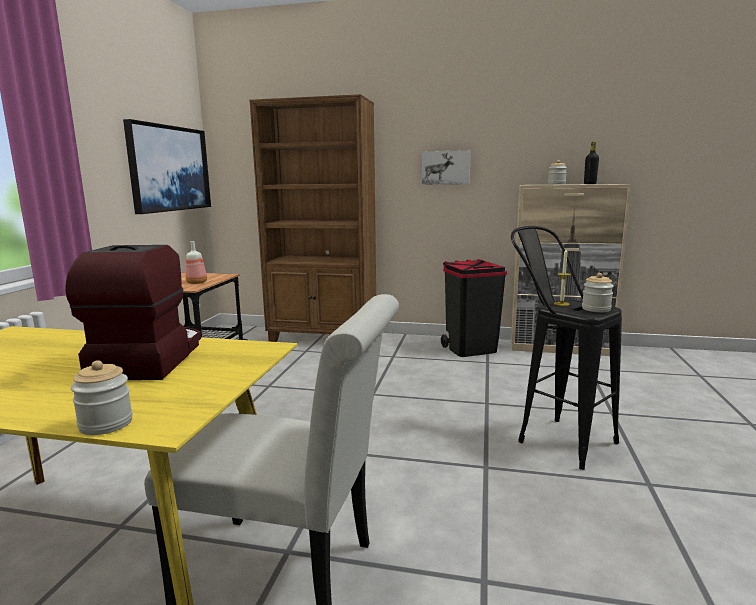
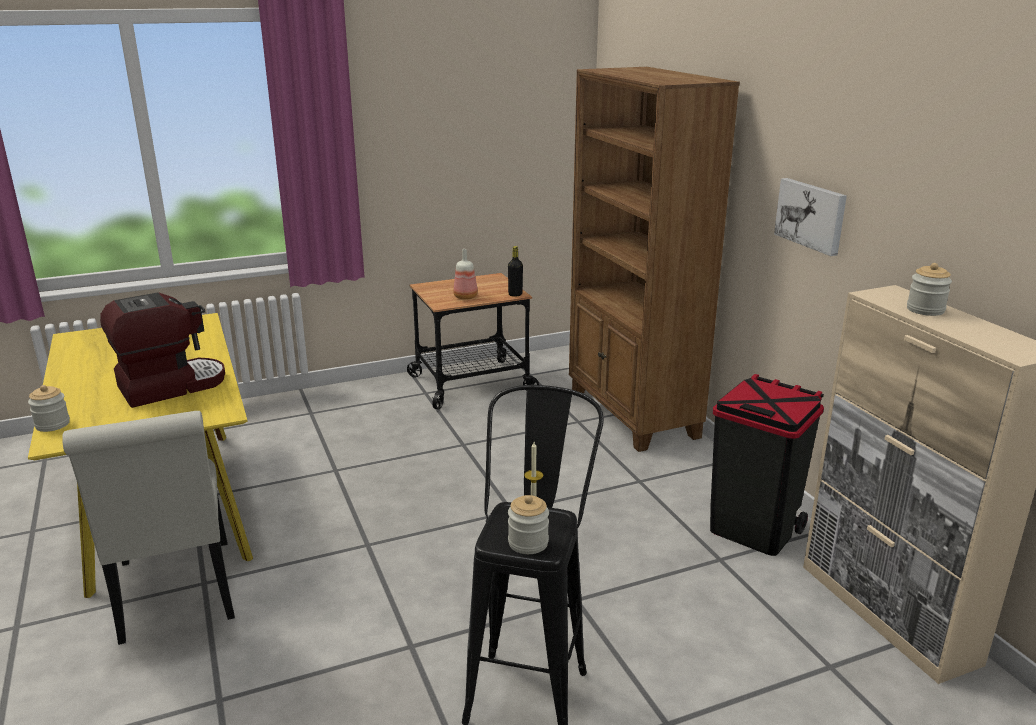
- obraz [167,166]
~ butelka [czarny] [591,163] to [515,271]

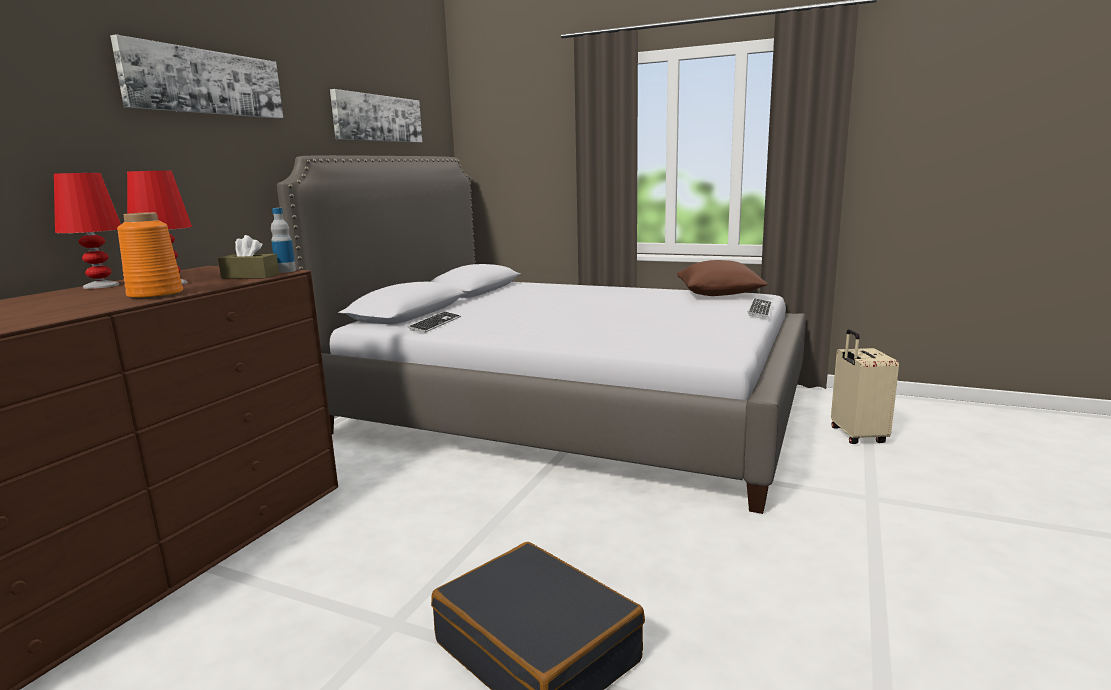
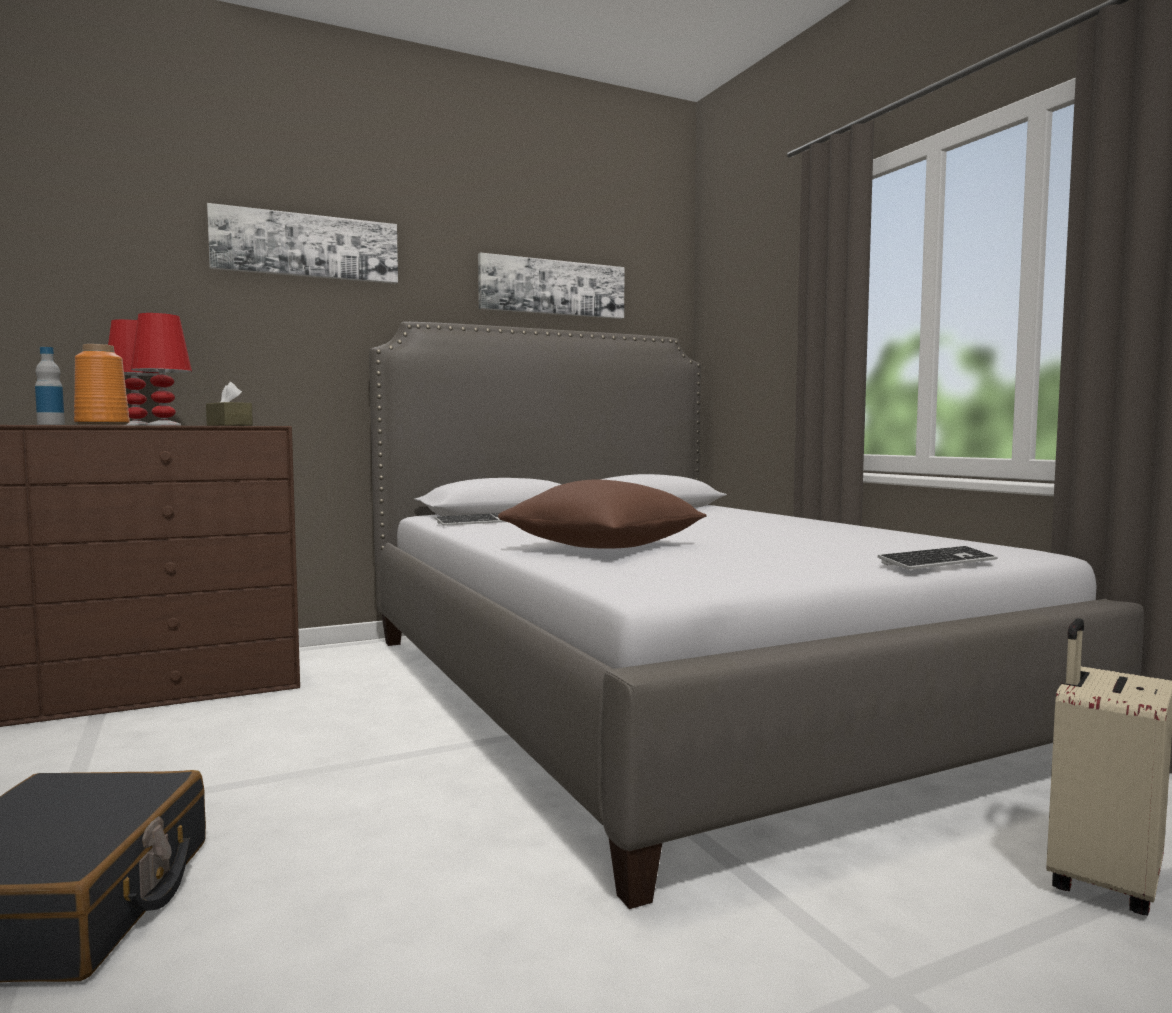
~ butelka [283,240] to [50,386]
~ poduszka [brązowy] [722,278] to [602,514]

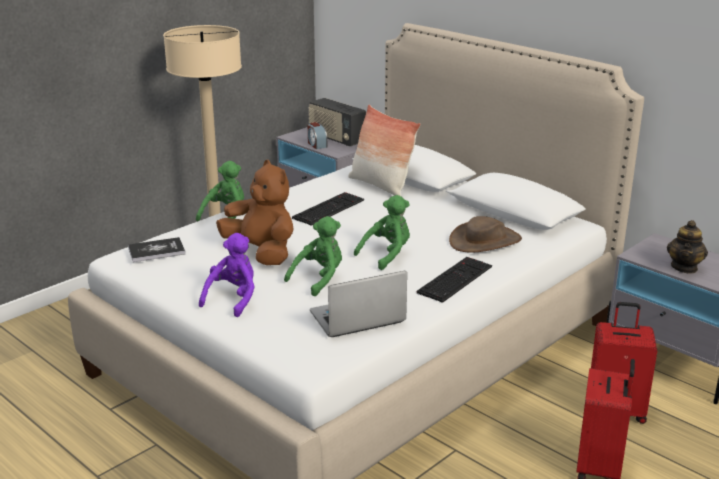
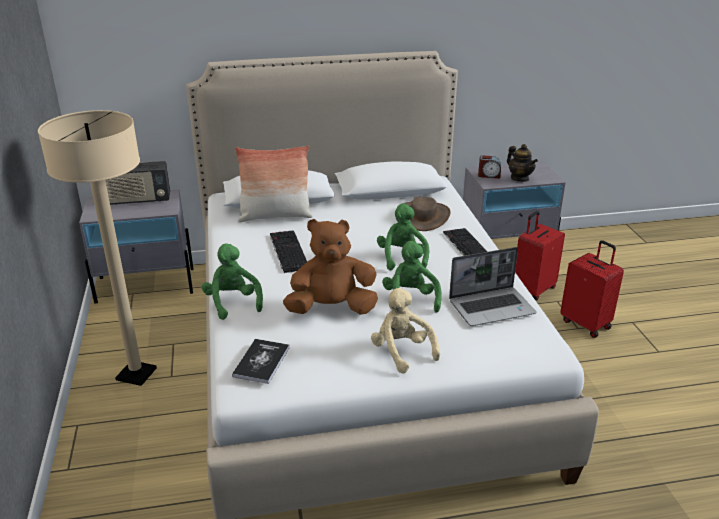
~ budzik [317,135] to [489,166]
~ pluszak [fioletowy] [227,275] to pluszak [beżowy] [405,330]
~ laptop [358,304] = [492,286] 120 degrees counterclockwise

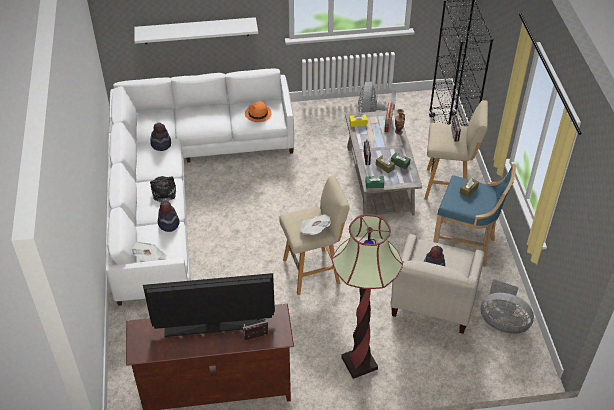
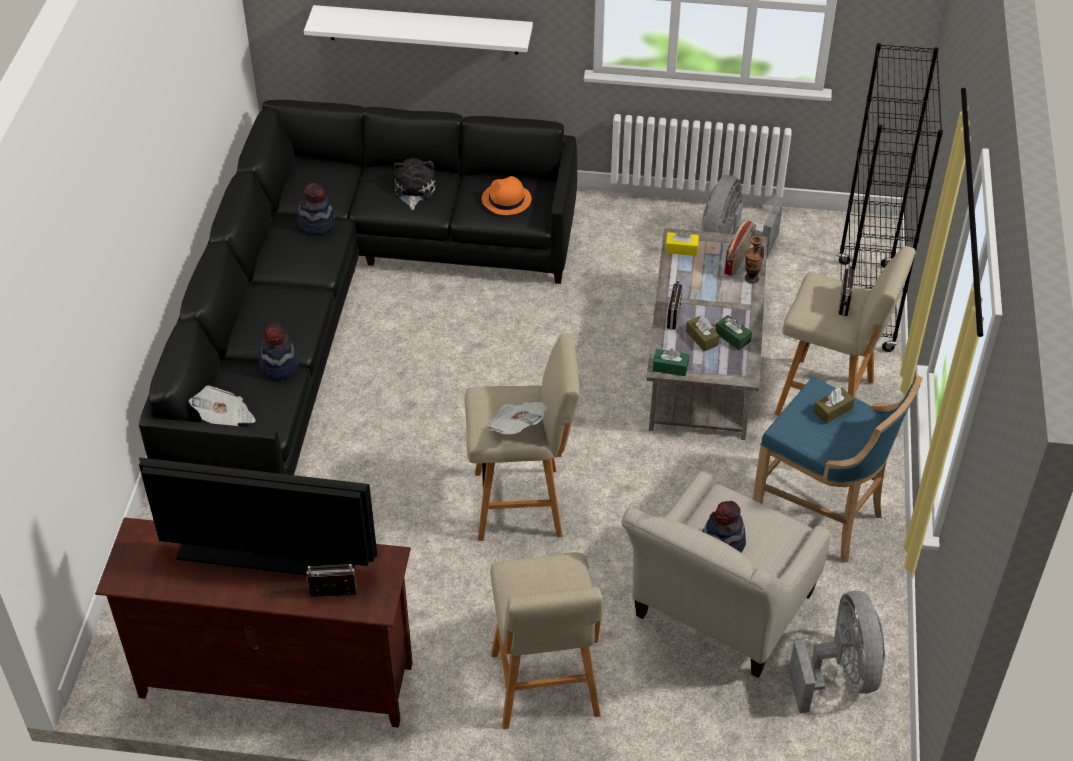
~ kanapa [biały] [199,187] to kanapa [czarny] [358,287]
~ pluszak [163,189] to [415,184]
~ lampa stojąca [367,296] to stołek [beżowy] [546,640]
~ wentylator [szary] [507,306] = [836,652] 135 degrees counterclockwise

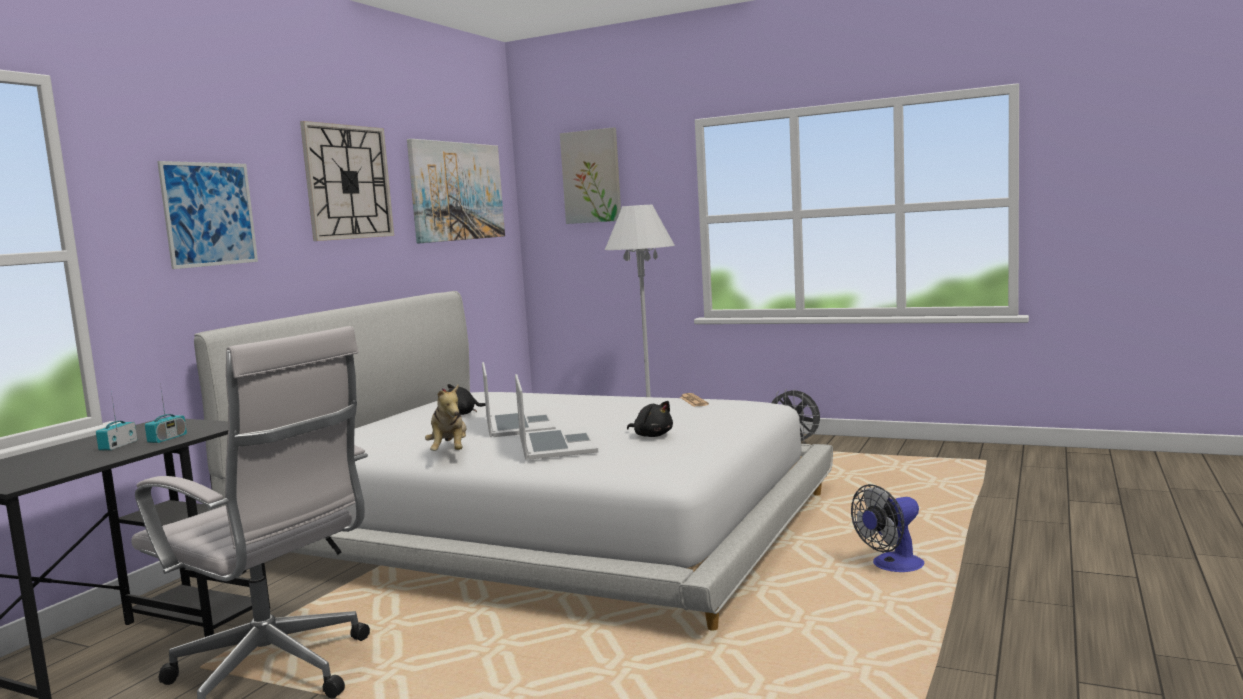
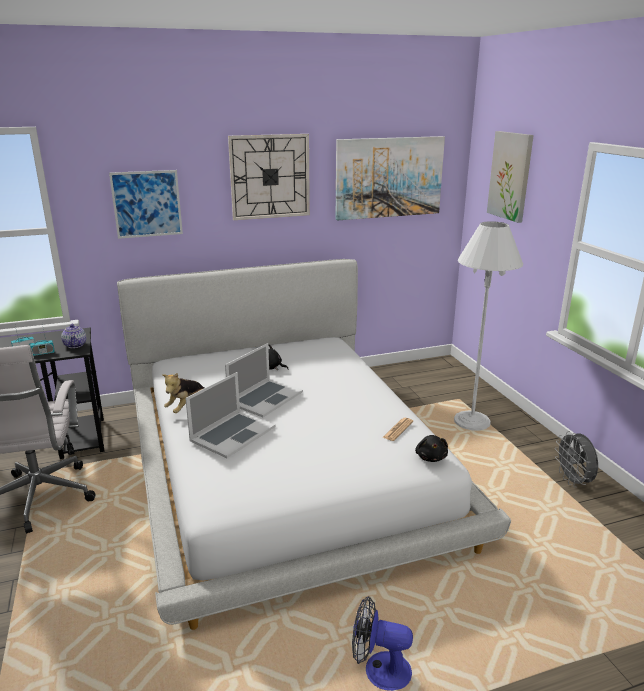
~ pluszak [czarny] [650,419] to [431,448]
+ imbryk [74,336]

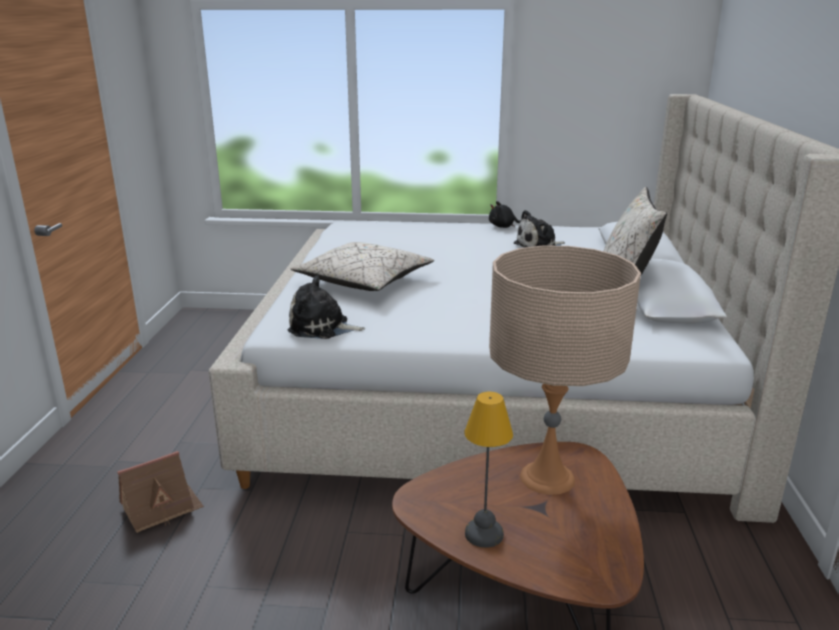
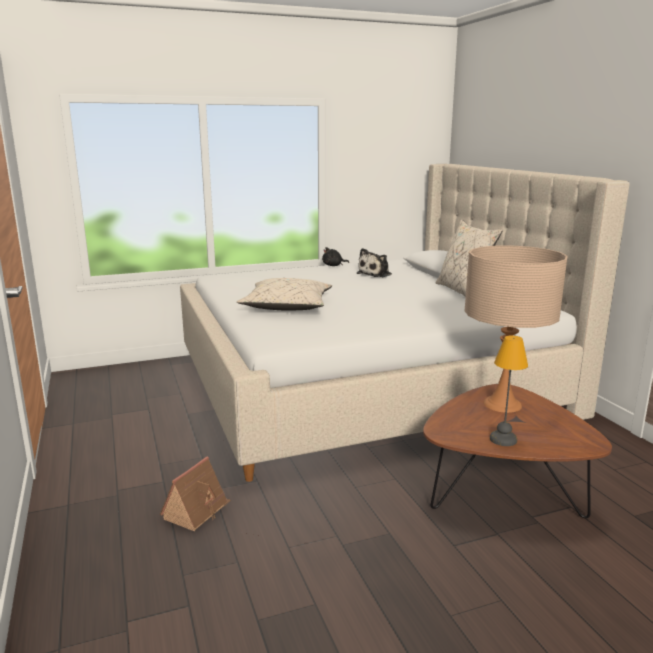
- pluszak [326,307]

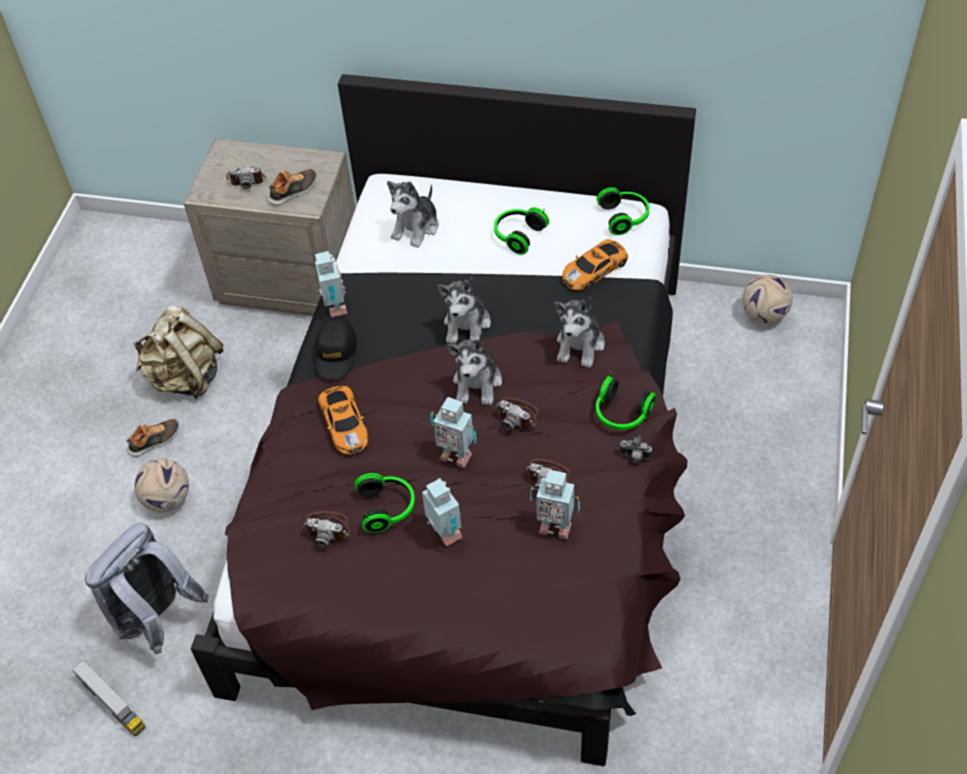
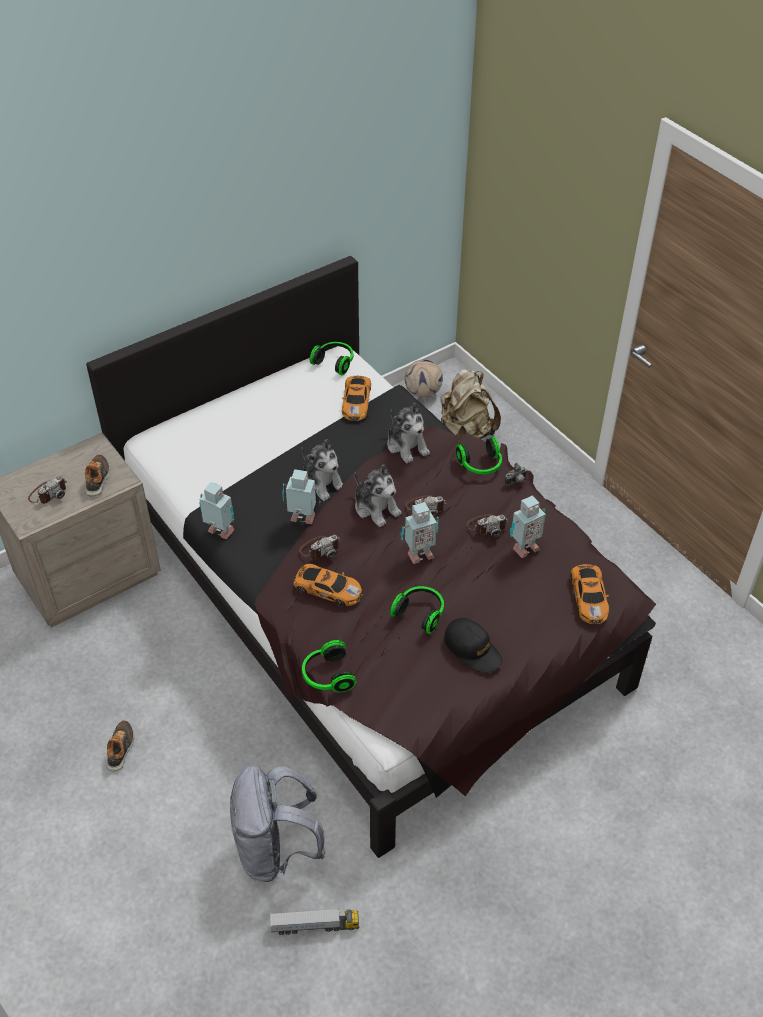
- pluszak [413,214]
~ słuchawki [521,231] to [329,664]
~ plecak [beżowy] [178,352] to [471,404]
~ czapka z daszkiem [czarny] [336,348] to [473,645]
- piłka futbolowa [161,485]
~ robot zabawkowy [442,512] to [301,496]
~ aparat fotograficzny [326,529] to [320,547]
+ samochodzik [589,594]

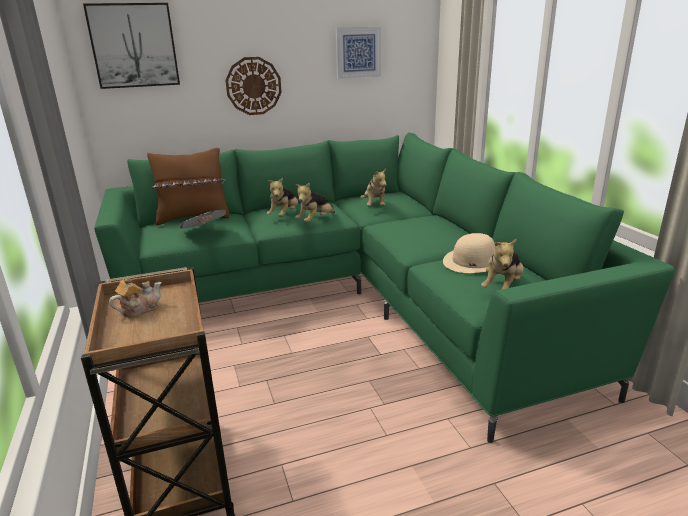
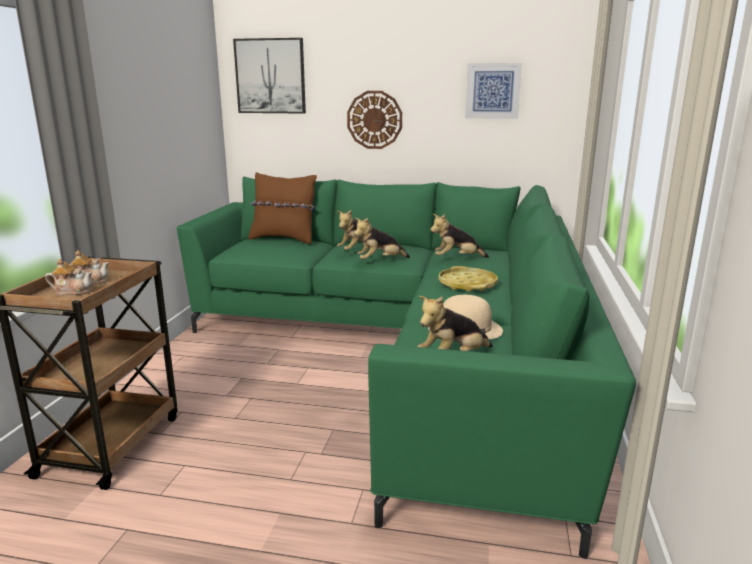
~ pluszak [373,187] = [459,236] 60 degrees clockwise
- gazeta [203,219]
+ imbryk [69,277]
+ taca [żółty] [468,279]

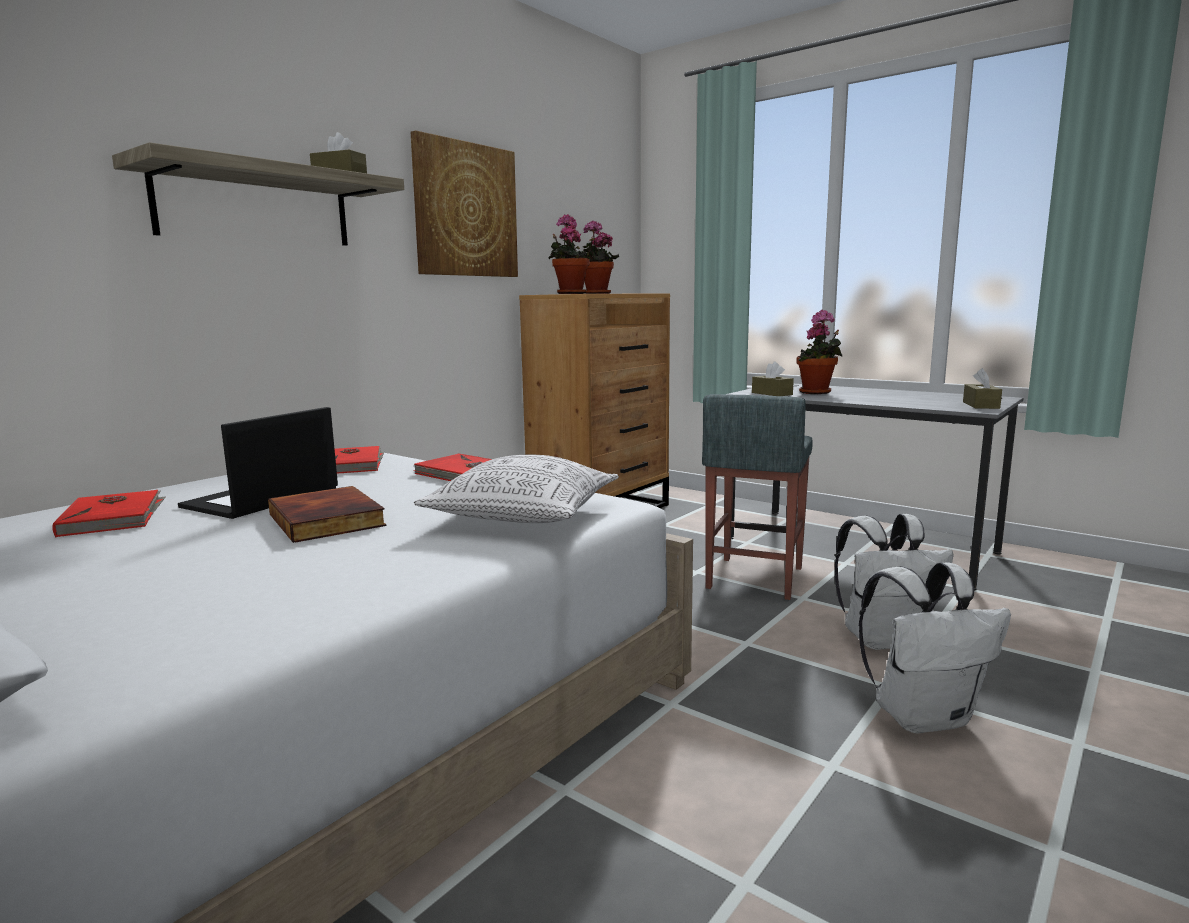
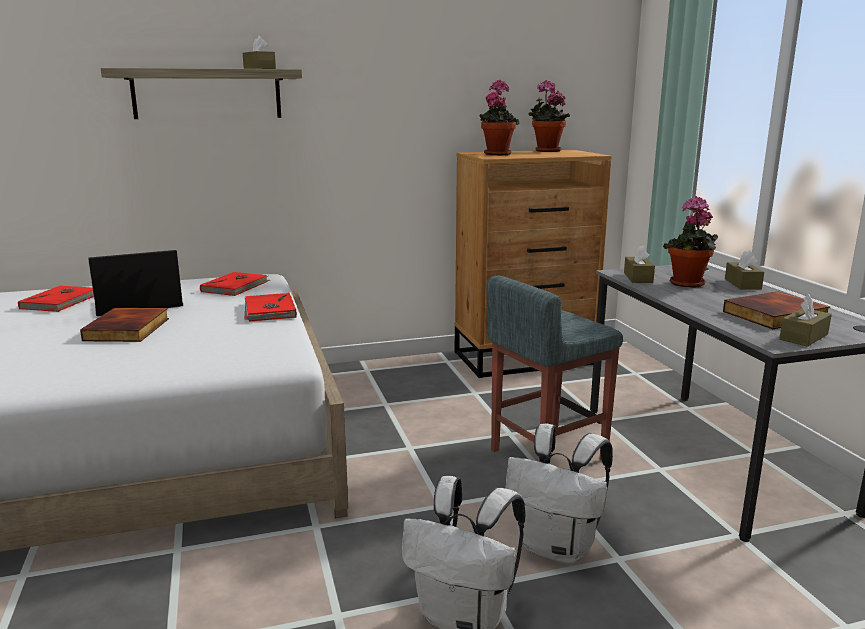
- obraz [464,203]
- poduszka [516,489]
+ pudełko chusteczek [brązowy] [744,270]
+ książka [776,310]

